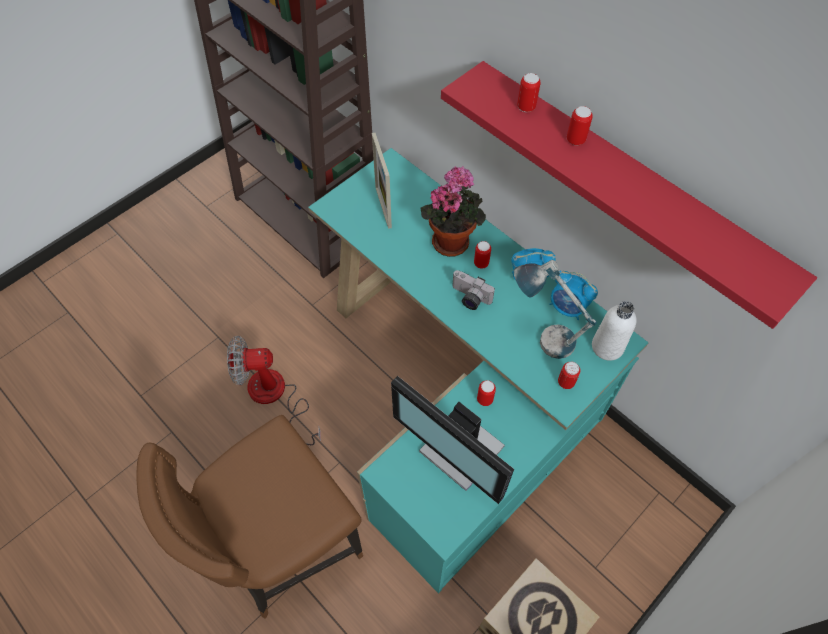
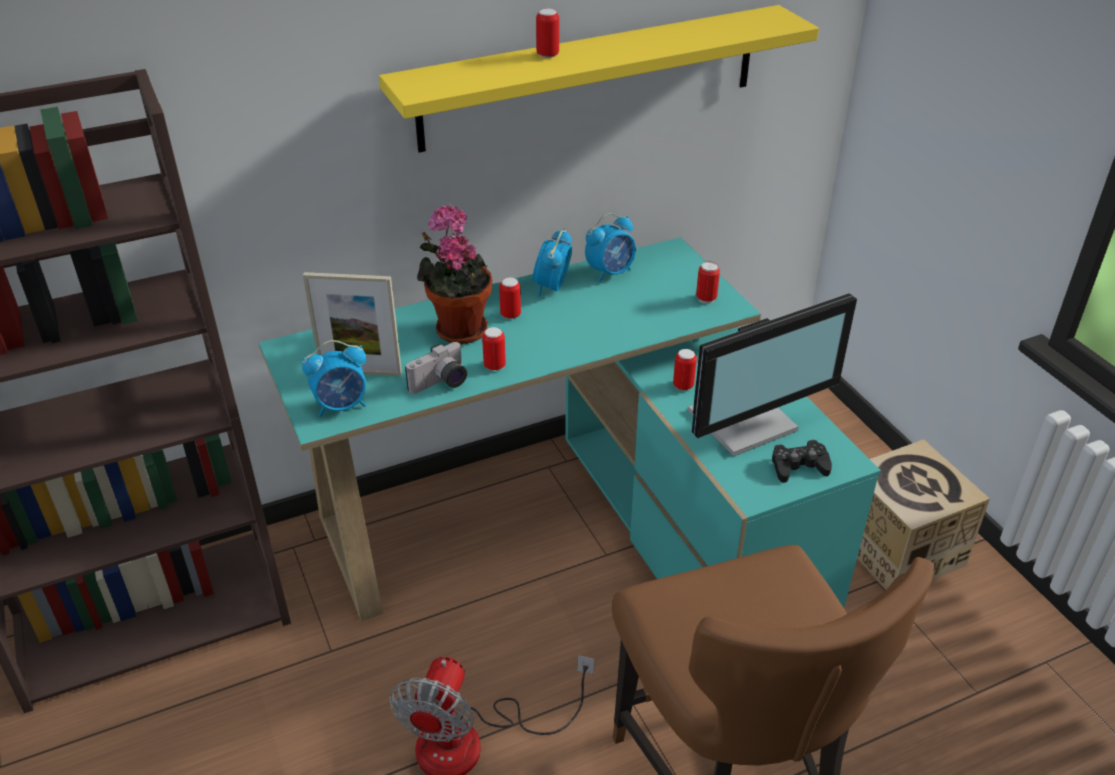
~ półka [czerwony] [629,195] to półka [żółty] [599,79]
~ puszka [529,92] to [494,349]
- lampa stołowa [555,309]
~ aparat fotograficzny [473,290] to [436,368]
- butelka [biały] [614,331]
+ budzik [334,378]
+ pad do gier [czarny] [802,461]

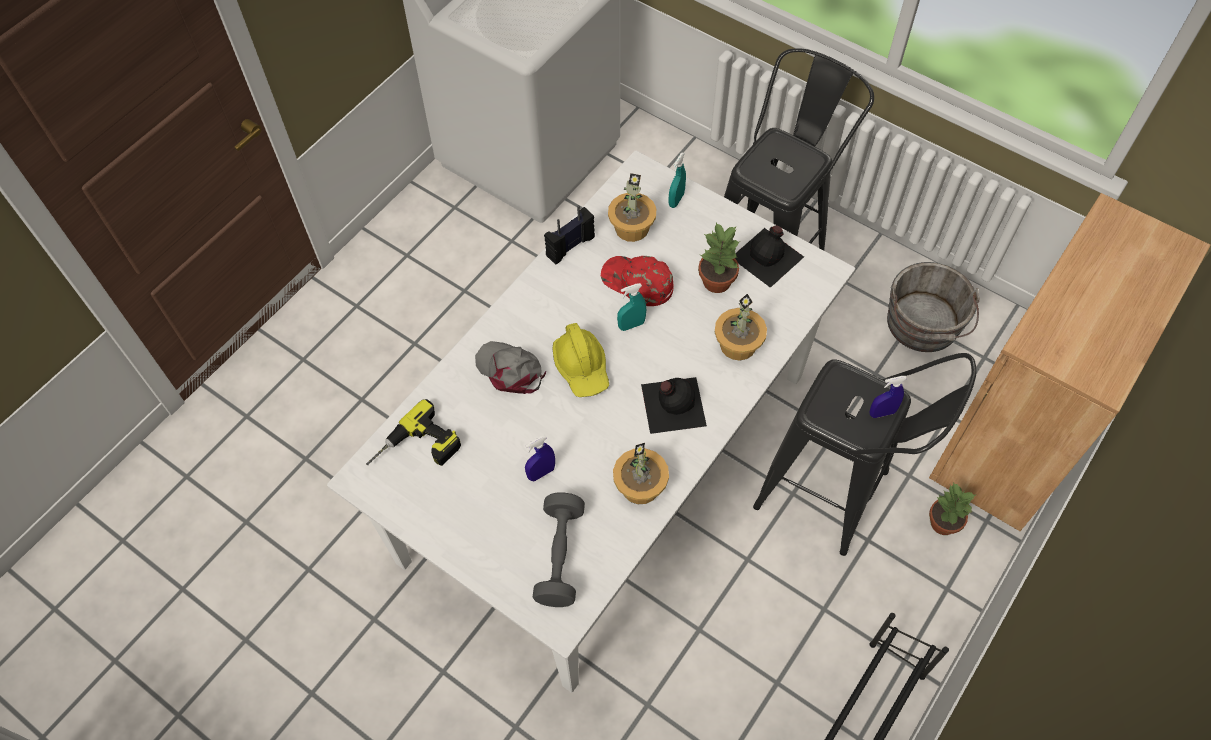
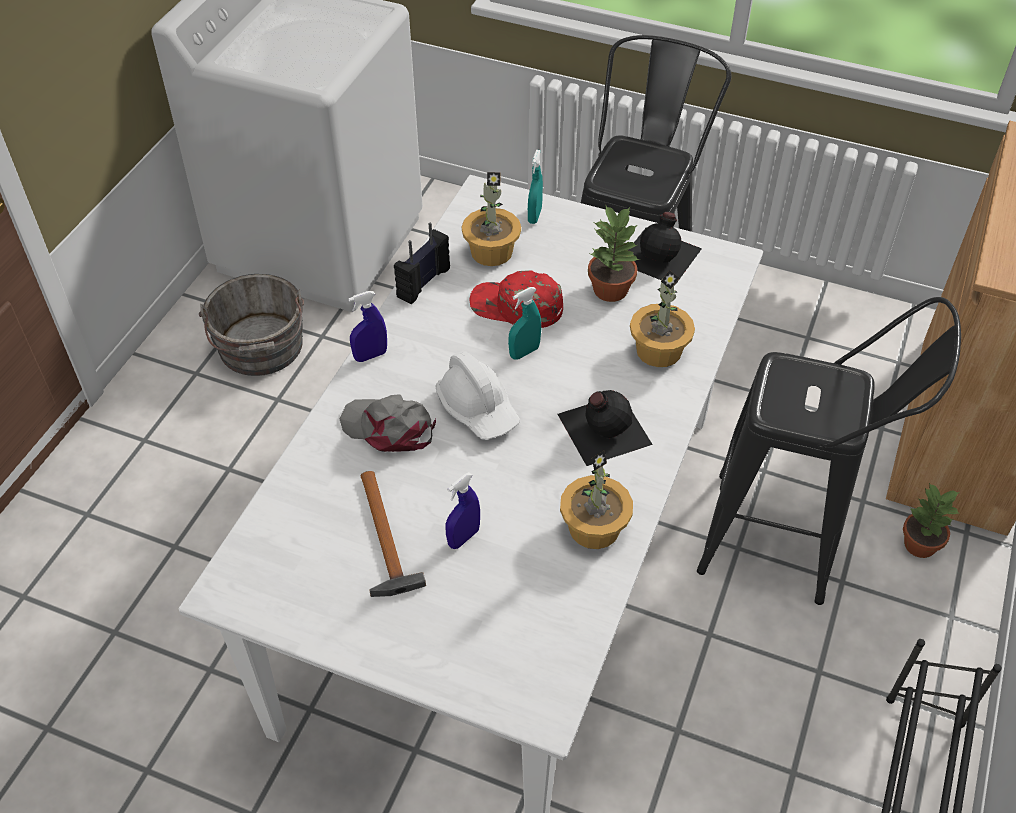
~ wiadro [szary] [933,307] to [251,325]
~ kask [żółty] [580,360] to kask [biały] [477,395]
~ spryskiwacz [niebieski] [888,397] to [367,326]
- wiertarka [413,432]
- hantel [szary] [558,550]
+ młotek [393,534]

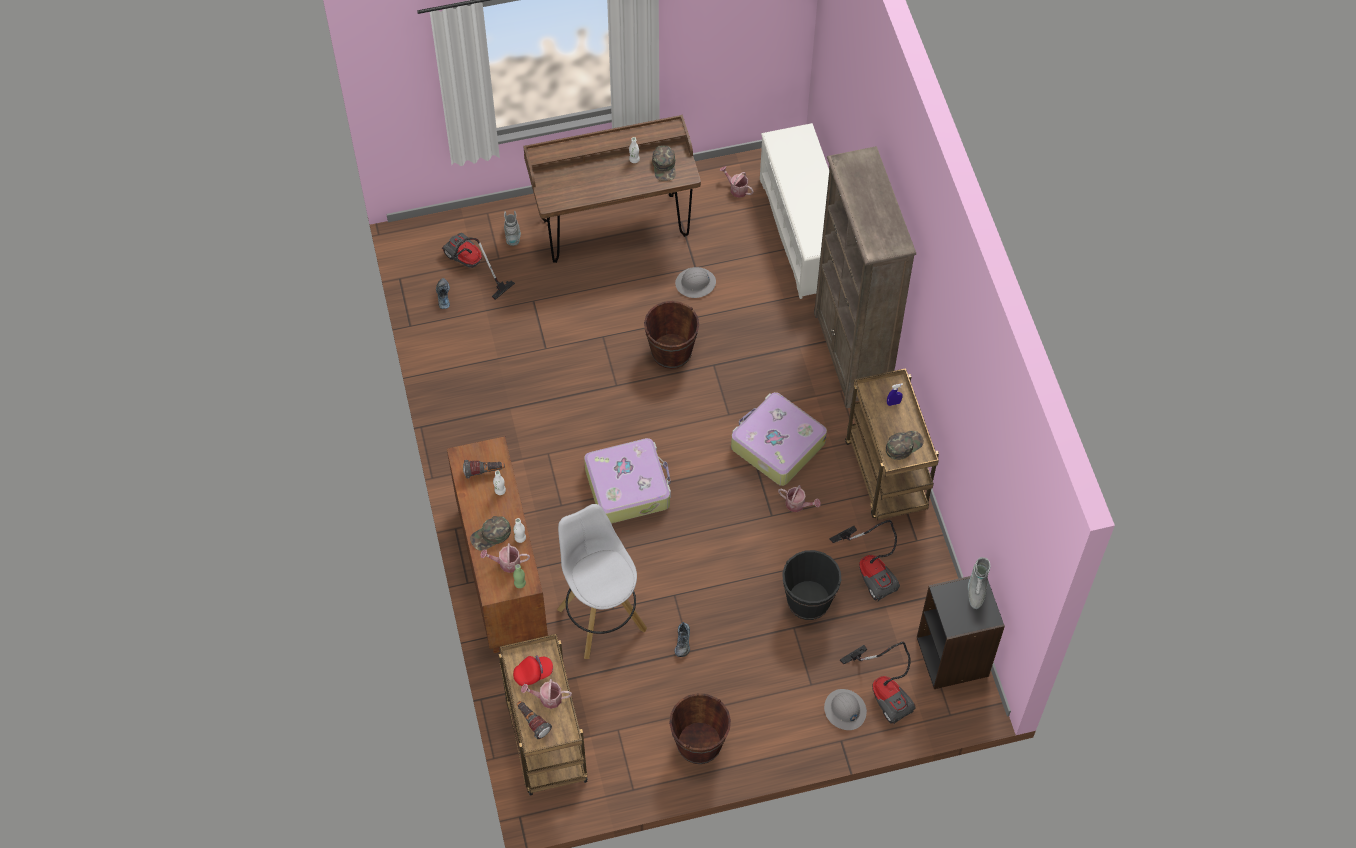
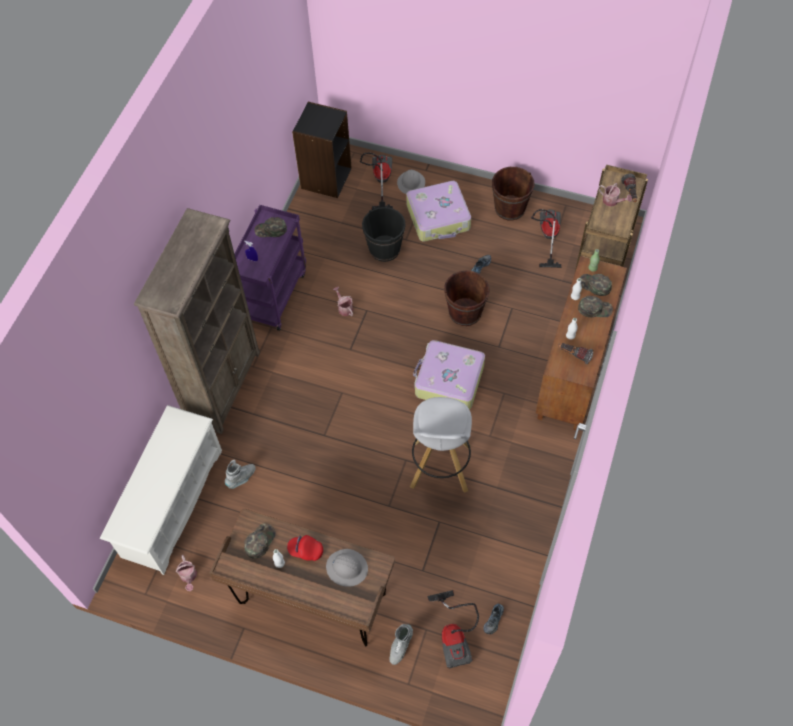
~ kask [szary] [695,282] to [347,568]
~ wiadro [brązowy] [671,335] to [467,298]
~ wózek [brązowy] [892,444] to wózek [fioletowy] [270,268]
~ walizka [779,439] to [438,211]
~ stołek [biały] [602,581] to [441,445]
~ odkurzacz [865,561] to [546,238]
~ konewka [505,558] to czapka z daszkiem [zielony] [596,285]
~ but z cholewką [szary] [979,583] to [240,474]
~ czapka z daszkiem [czerwony] [533,670] to [305,548]

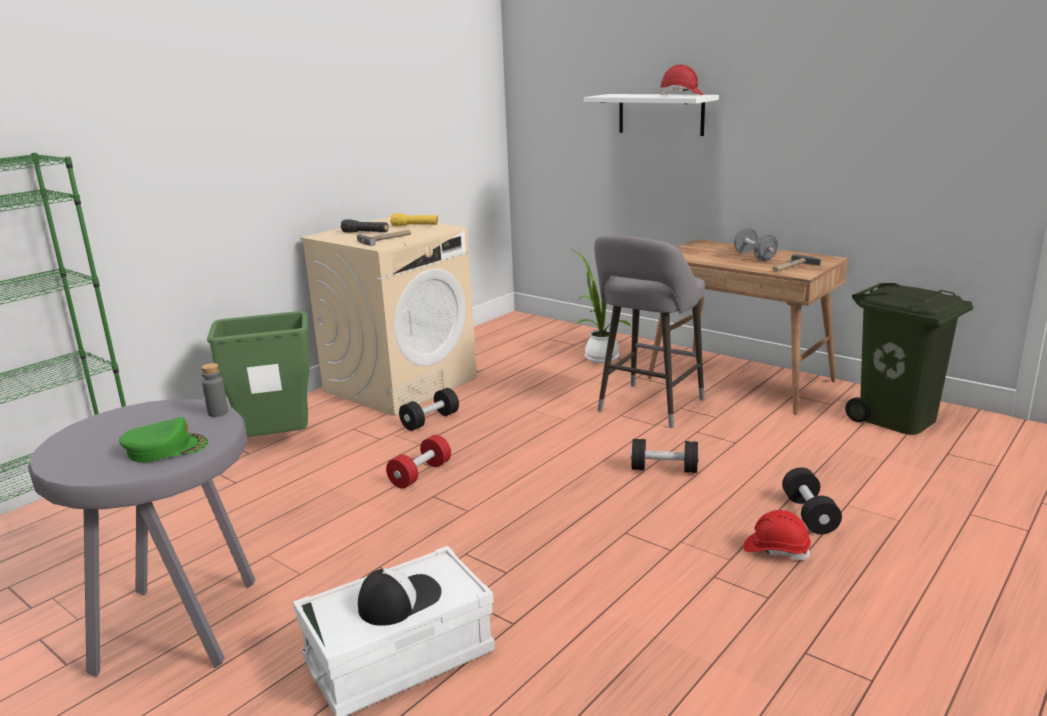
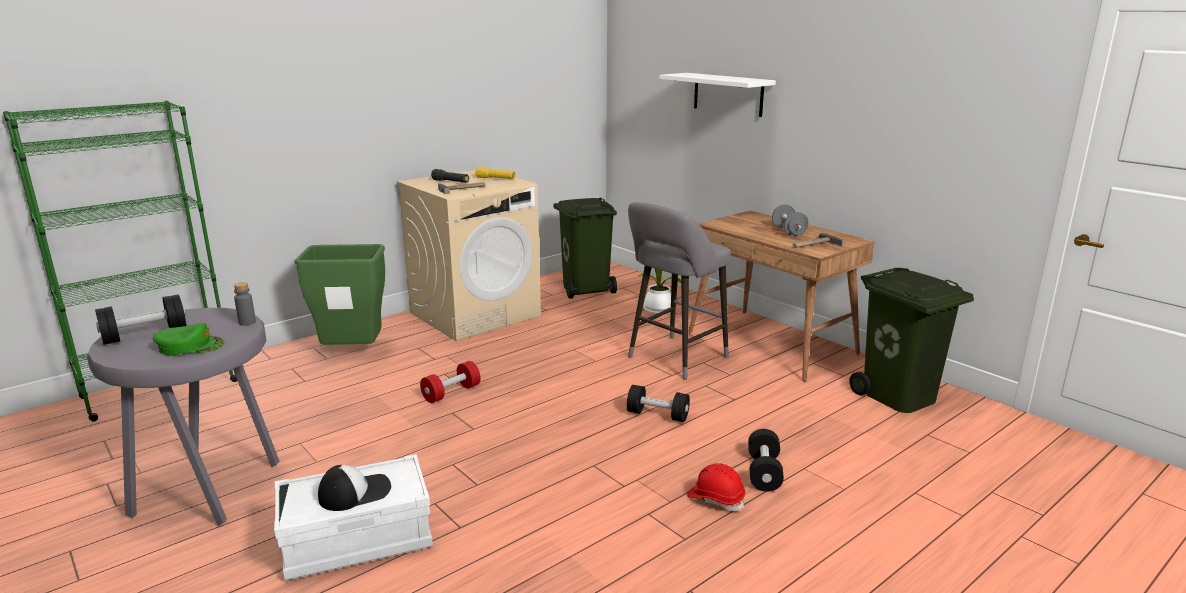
- kask [czerwony] [682,79]
~ hantel [czarny] [429,409] to [141,319]
+ kosz na śmieci [zielony] [585,248]

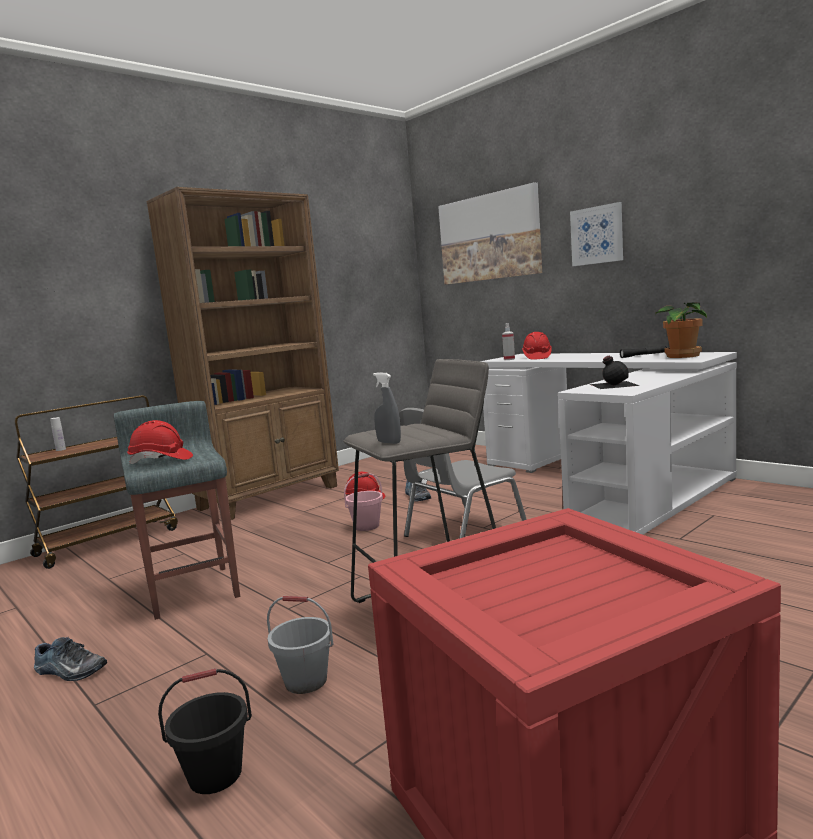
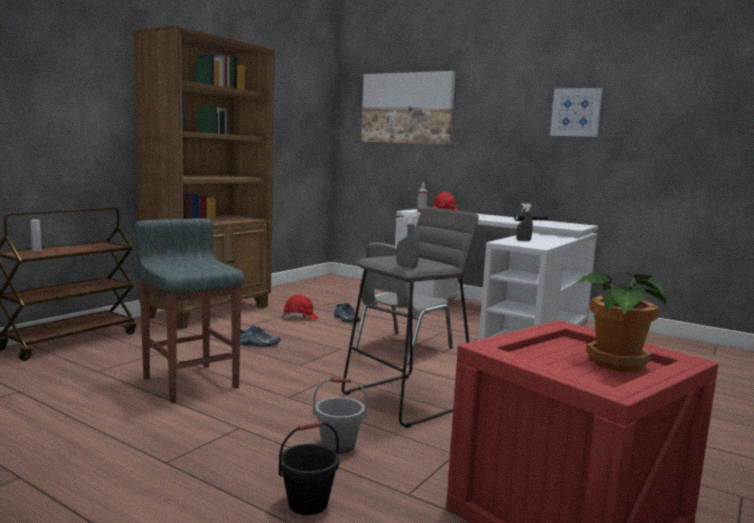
~ obraz [596,234] to [576,112]
~ roślina doniczkowa [681,330] to [621,322]
~ butelka [czarny] [615,372] to spryskiwacz [szary] [525,222]
- kask [czerwony] [160,442]
- wiadro [różowy] [363,502]
~ but [70,659] to [260,336]

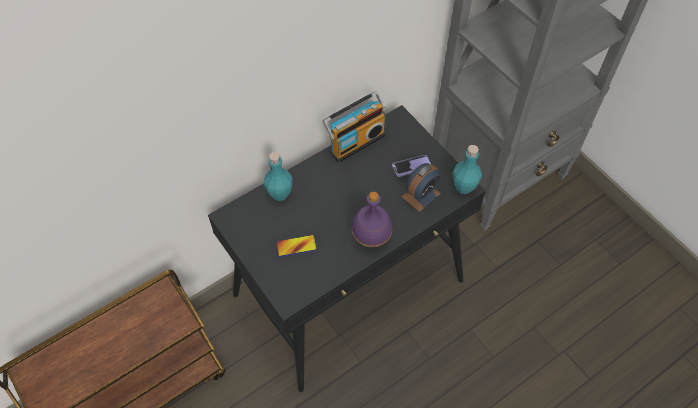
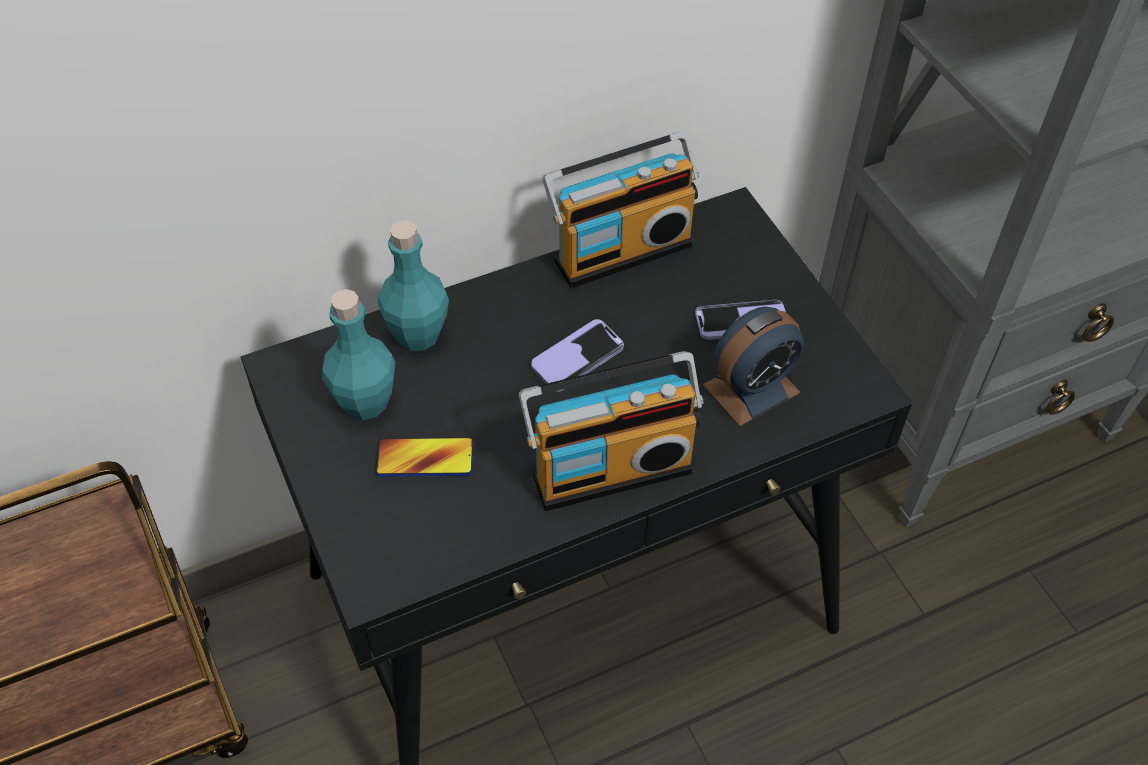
~ butelka [turkusowy] [467,169] to [358,354]
~ butelka [fioletowy] [372,219] to radio [611,431]
+ telefon [577,355]

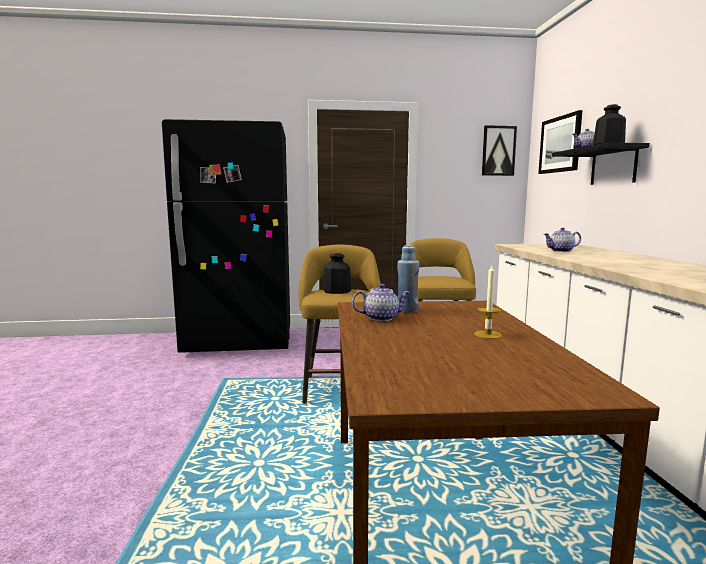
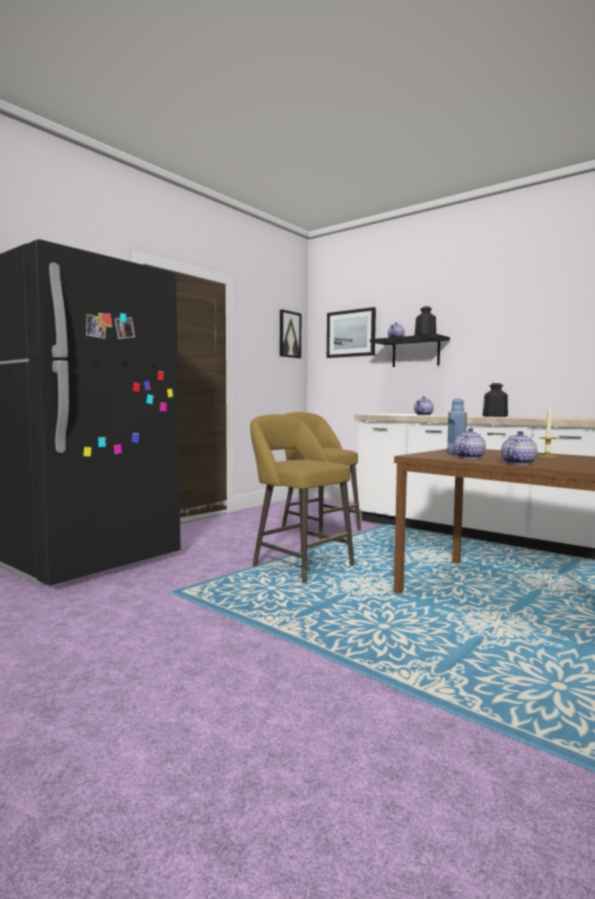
~ butelka [337,273] to [495,400]
+ imbryk [519,448]

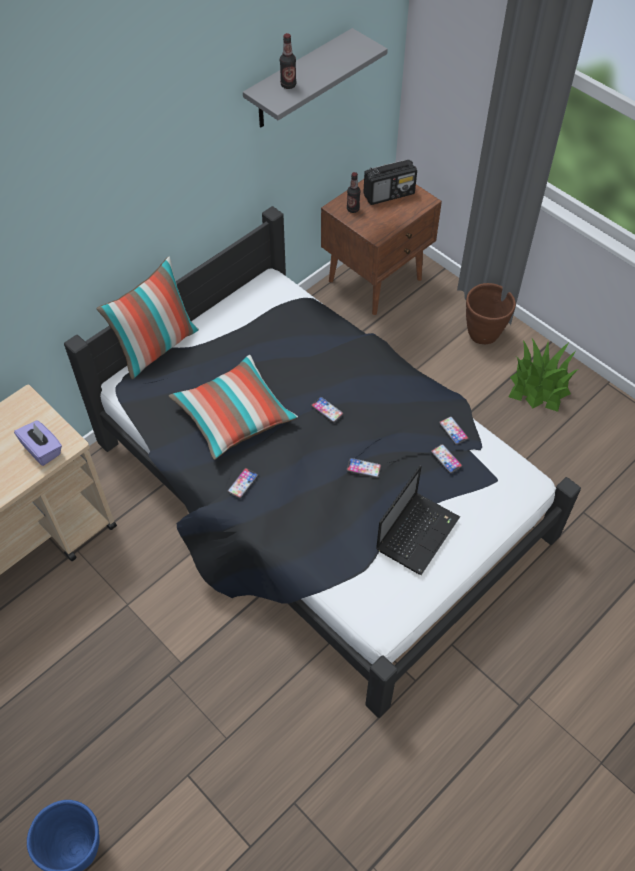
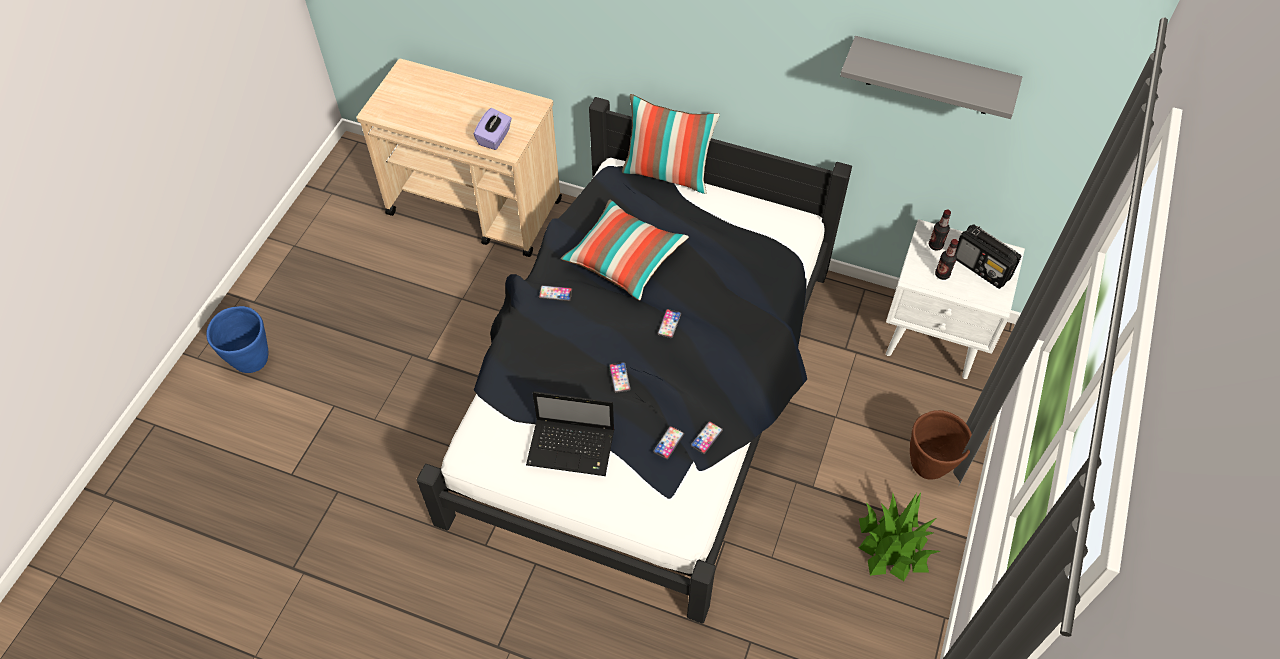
~ butelka [288,61] to [946,259]
~ szafka nocna [brązowy] [381,239] to szafka nocna [biały] [955,299]

